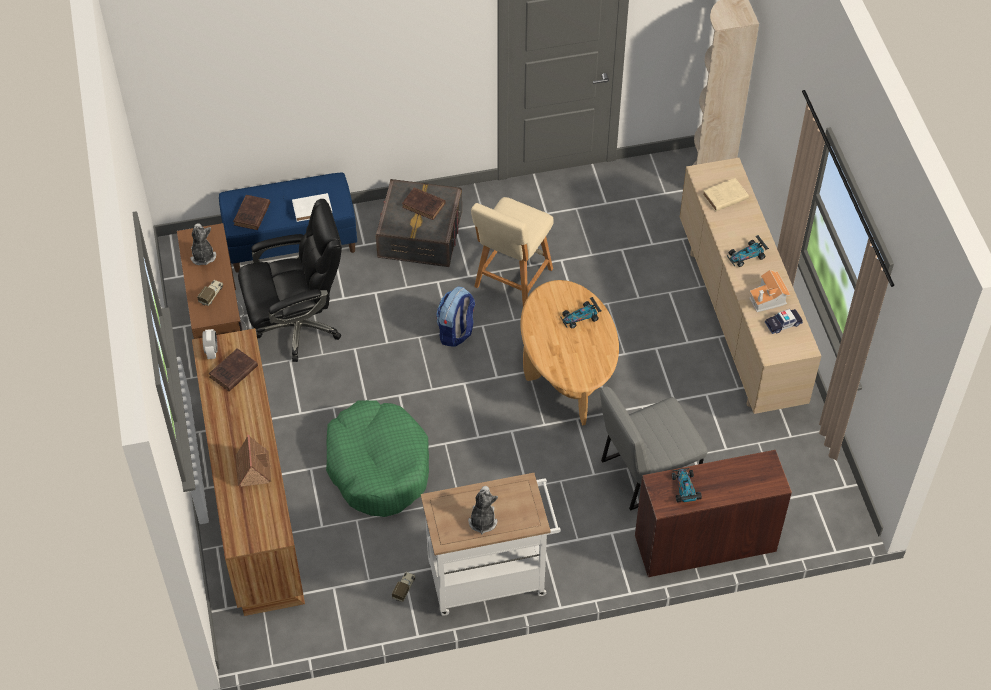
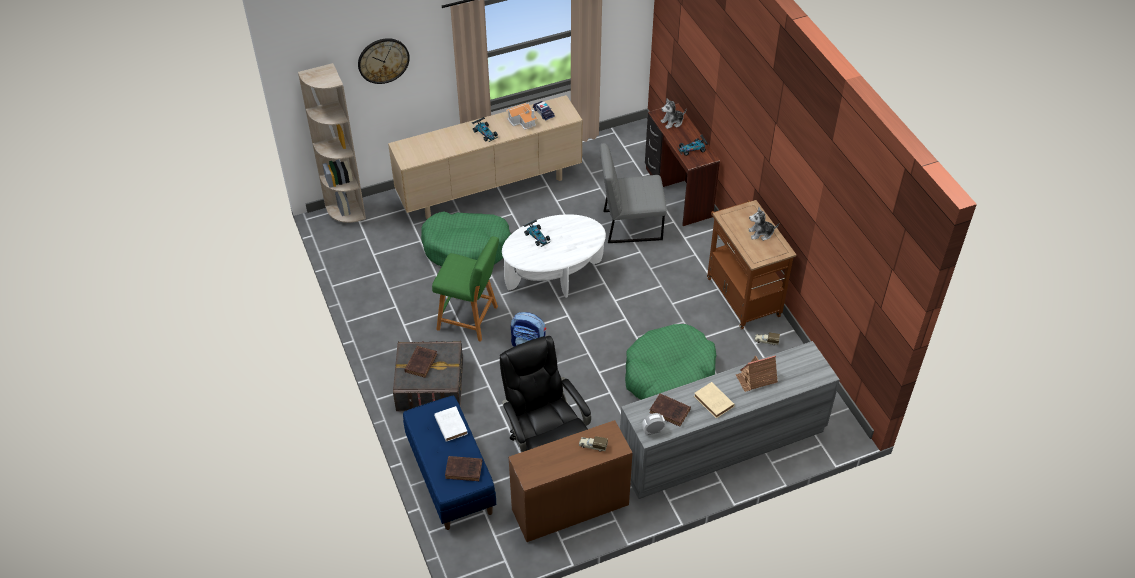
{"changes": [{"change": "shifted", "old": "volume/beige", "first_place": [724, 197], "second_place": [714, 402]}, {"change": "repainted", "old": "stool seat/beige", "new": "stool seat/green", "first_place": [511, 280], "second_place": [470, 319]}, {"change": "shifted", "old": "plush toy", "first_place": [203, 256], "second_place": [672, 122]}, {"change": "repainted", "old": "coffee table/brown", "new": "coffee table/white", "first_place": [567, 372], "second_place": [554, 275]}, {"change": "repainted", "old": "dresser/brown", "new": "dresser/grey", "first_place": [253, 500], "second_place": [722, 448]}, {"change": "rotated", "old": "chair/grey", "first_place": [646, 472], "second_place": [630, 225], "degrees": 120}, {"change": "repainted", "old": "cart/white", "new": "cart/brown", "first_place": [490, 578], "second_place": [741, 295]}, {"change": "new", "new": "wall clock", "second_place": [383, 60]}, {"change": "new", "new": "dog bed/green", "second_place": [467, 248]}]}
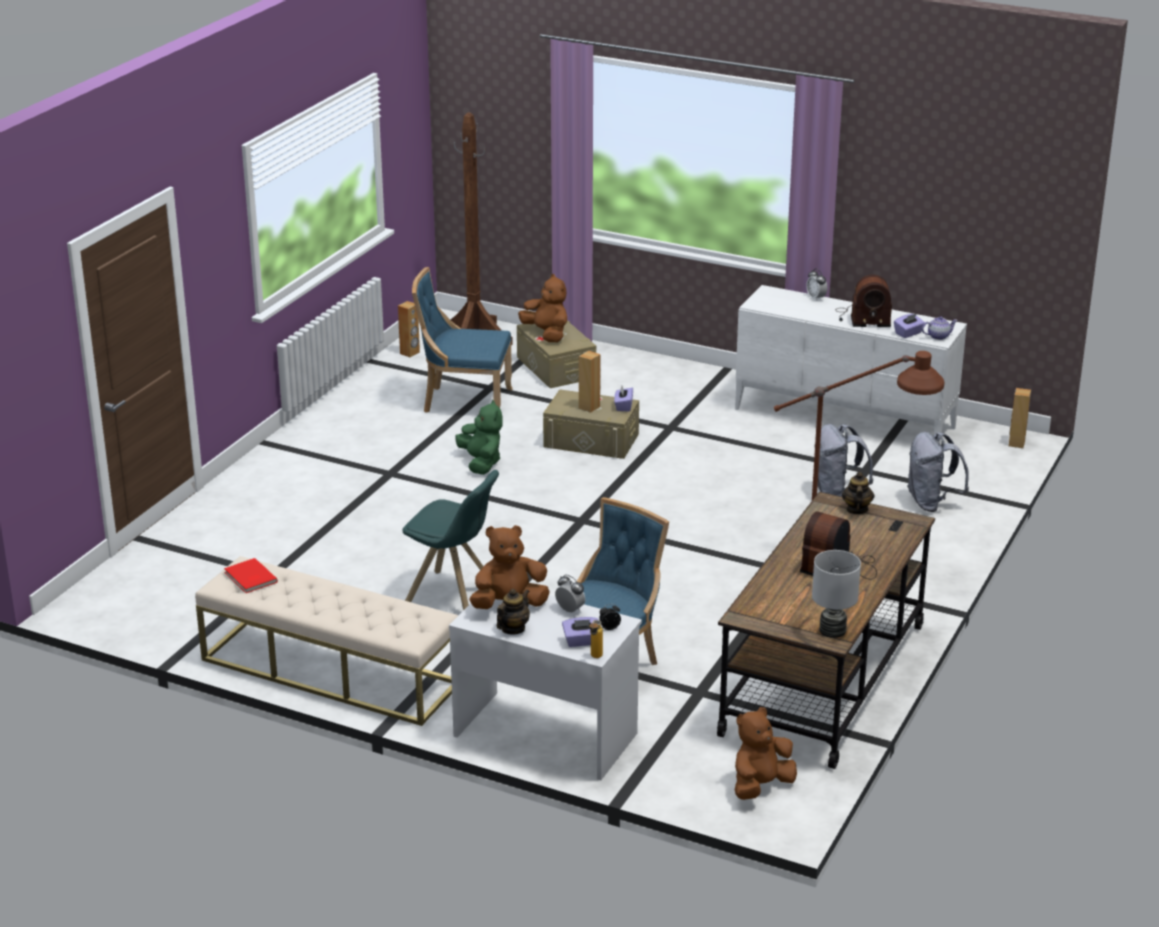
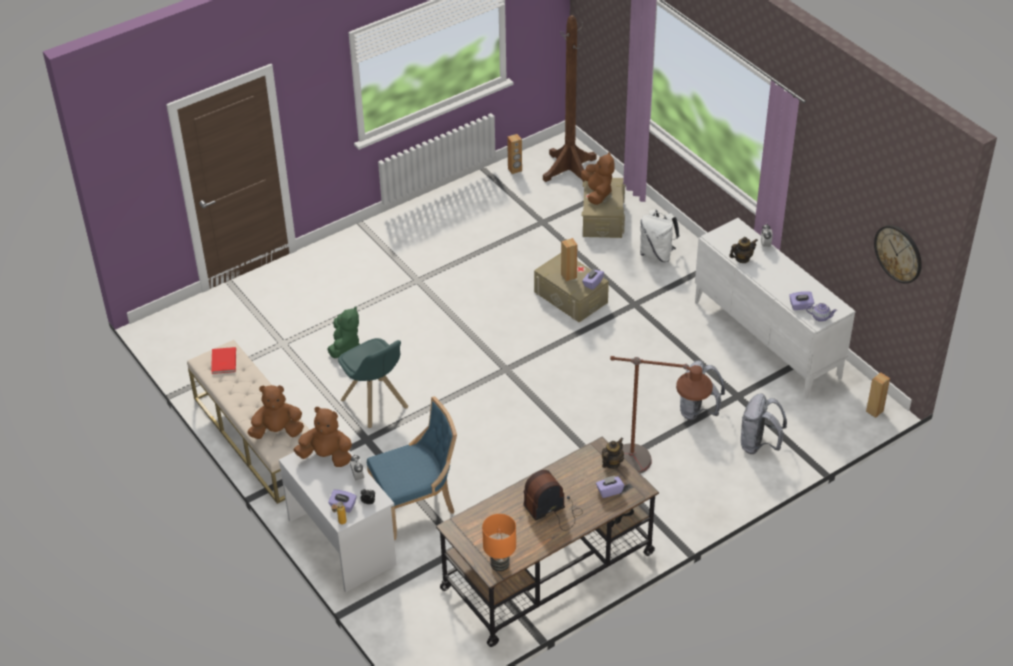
{"changes": [{"change": "gone", "old": "chair/blue", "first_place": [464, 402]}, {"change": "gone", "old": "radio set", "first_place": [862, 318]}, {"change": "shifted", "old": "plush toy/green", "first_place": [481, 463], "second_place": [344, 345]}, {"change": "repainted", "old": "tabletop lamp/grey", "new": "tabletop lamp/orangey", "first_place": [832, 630], "second_place": [499, 563]}, {"change": "shifted", "old": "pot for tea", "first_place": [513, 629], "second_place": [742, 259]}, {"change": "shifted", "old": "plush toy/brown", "first_place": [760, 786], "second_place": [277, 431]}, {"change": "new", "new": "rucksack/white", "second_place": [657, 254]}, {"change": "new", "new": "wall clock", "second_place": [898, 253]}, {"change": "new", "new": "tissue box/purple-coloured", "second_place": [609, 491]}]}
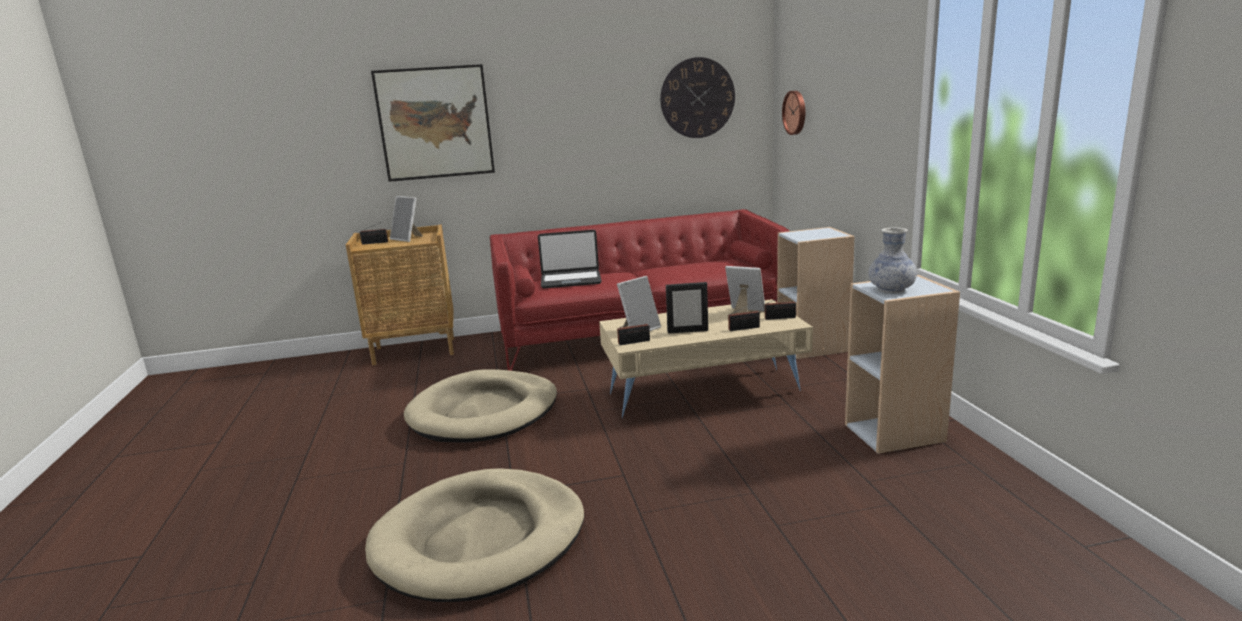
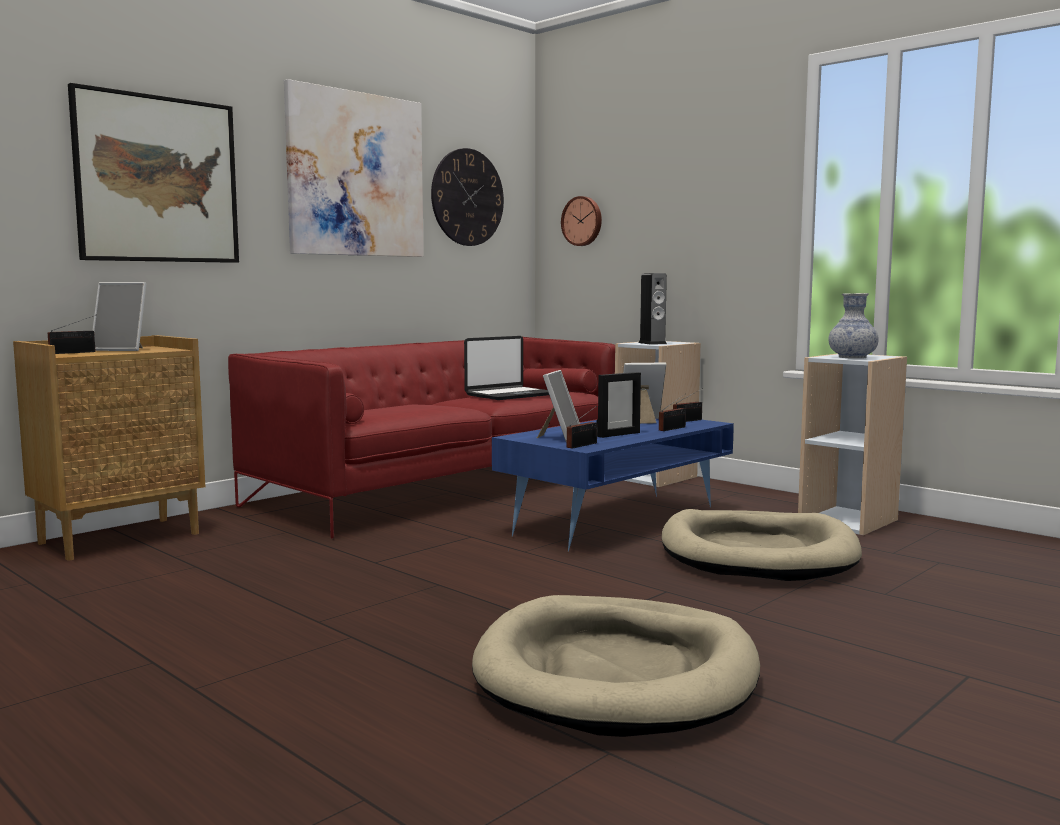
{"changes": [{"change": "shifted", "old": "notebook computer", "first_place": [571, 280], "second_place": [509, 395]}, {"change": "repainted", "old": "coffee table/beige", "new": "coffee table/blue", "first_place": [703, 392], "second_place": [616, 521]}, {"change": "shifted", "old": "dog bed/beige", "first_place": [484, 412], "second_place": [757, 553]}, {"change": "new", "new": "wall picture", "second_place": [356, 175]}, {"change": "new", "new": "speaker", "second_place": [652, 343]}]}
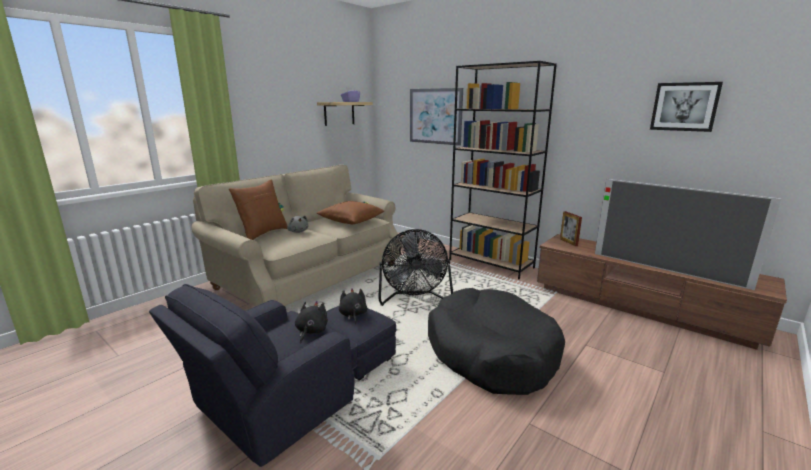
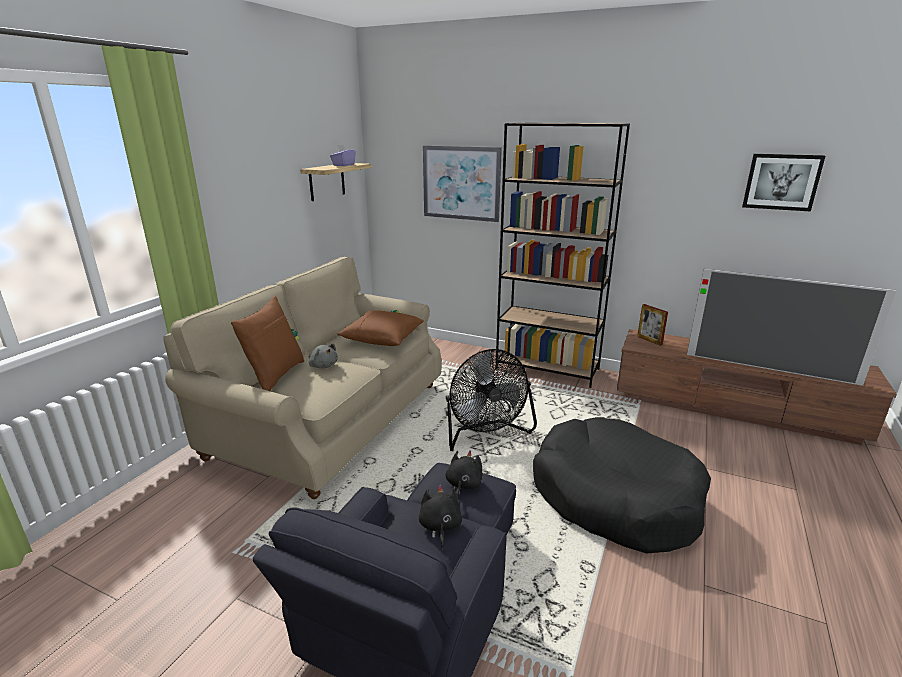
{"changes": [{"change": "rotated", "old": "plush toy/blackish", "first_place": [353, 315], "second_place": [463, 485], "degrees": 45}]}
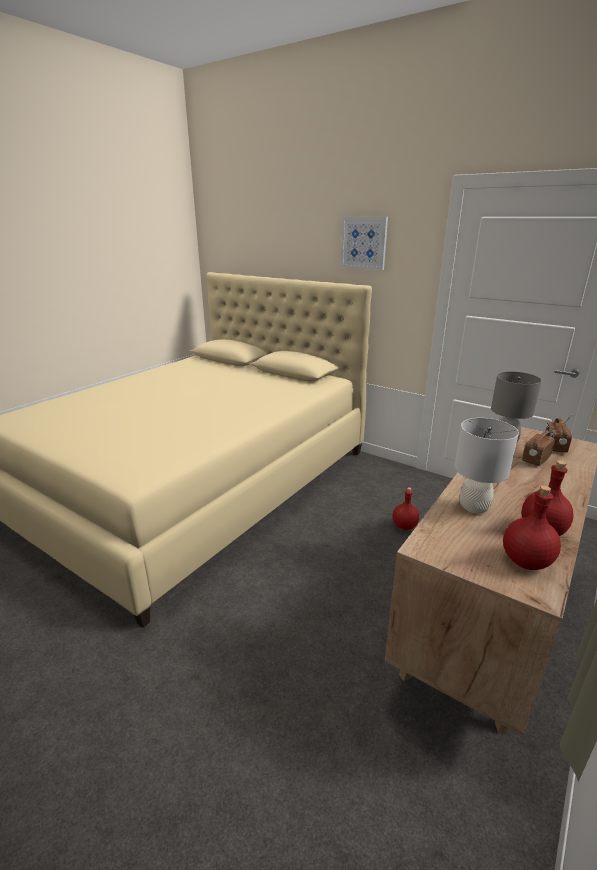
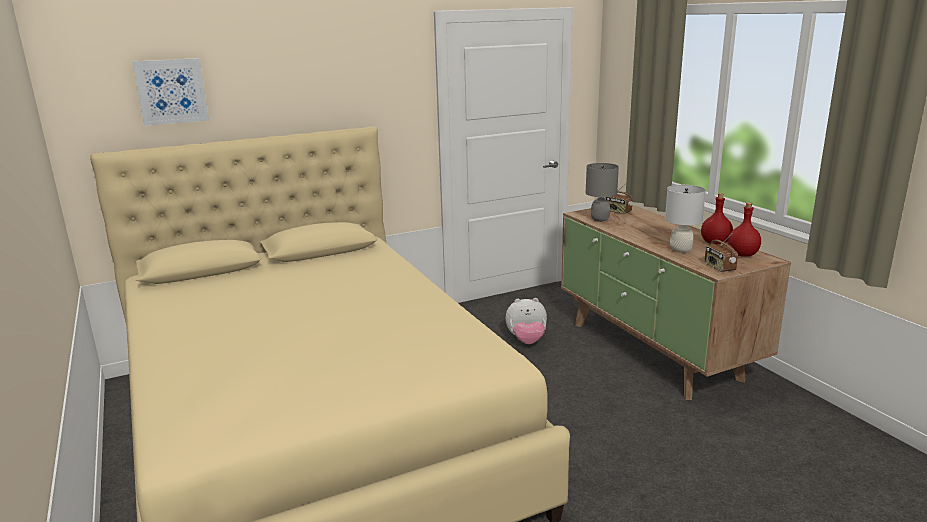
{"changes": [{"change": "shifted", "old": "wall picture", "first_place": [363, 243], "second_place": [171, 91]}, {"change": "shifted", "old": "radio set", "first_place": [535, 459], "second_place": [719, 267]}, {"change": "swapped", "old": "bottle/red-coloured", "new": "plush toy", "first_place": [405, 526], "second_place": [526, 341]}]}
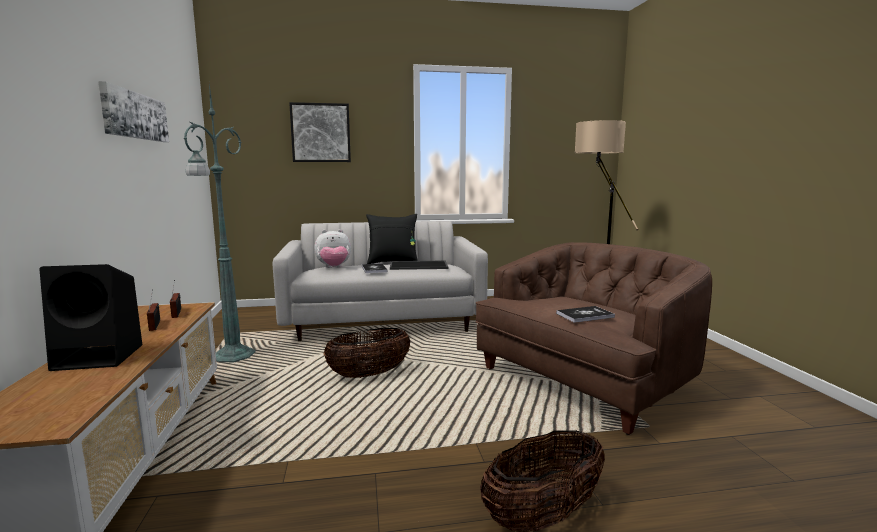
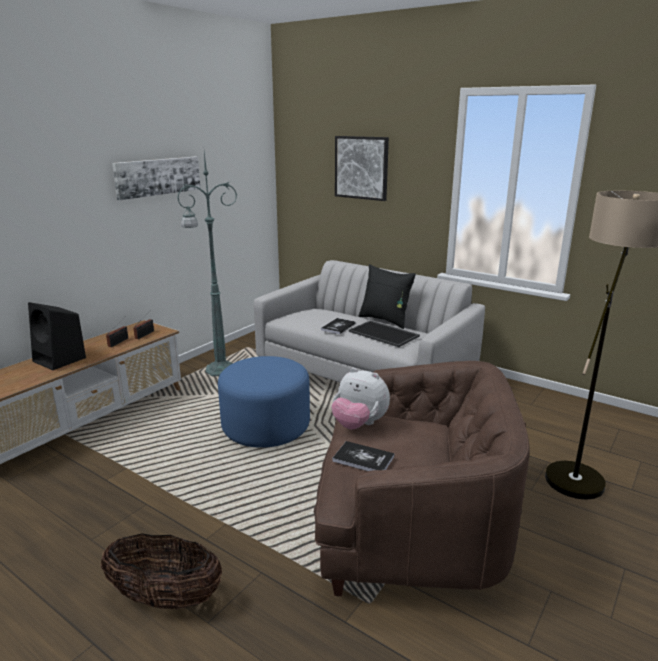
{"changes": [{"change": "shifted", "old": "plush toy", "first_place": [334, 268], "second_place": [359, 425]}, {"change": "swapped", "old": "household basket", "new": "ottoman/blue", "first_place": [369, 374], "second_place": [265, 427]}]}
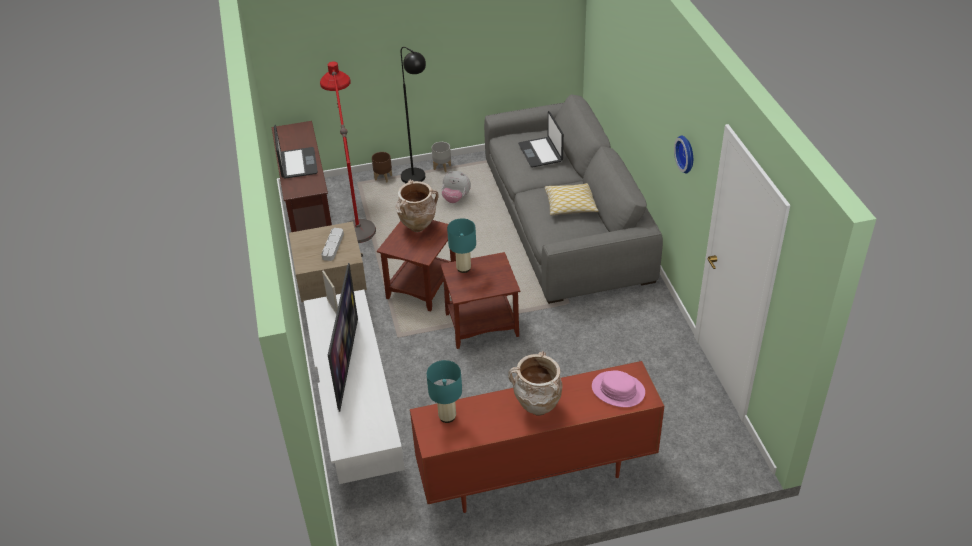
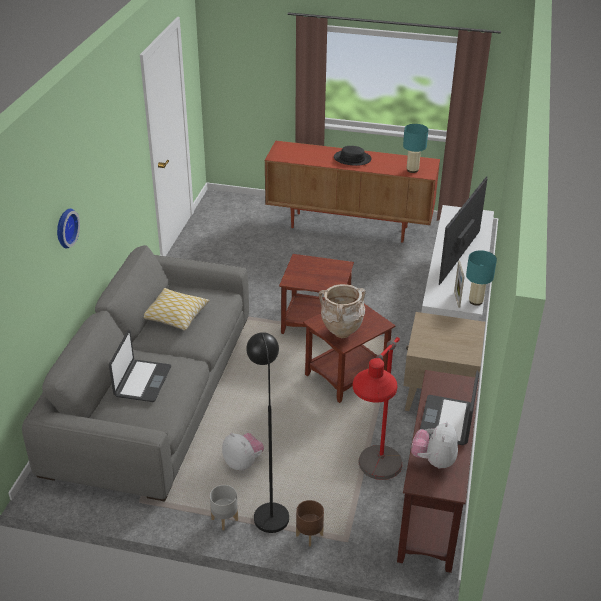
{"changes": [{"change": "shifted", "old": "wall clock", "first_place": [687, 153], "second_place": [64, 228]}, {"change": "shifted", "old": "tabletop lamp/blue-green", "first_place": [463, 268], "second_place": [476, 301]}, {"change": "gone", "old": "tray/grey", "first_place": [333, 246]}, {"change": "swapped", "old": "vase/beige", "new": "wearable hat/blackish", "first_place": [537, 408], "second_place": [352, 159]}, {"change": "gone", "old": "wearable hat/pink", "first_place": [618, 390]}, {"change": "new", "new": "plush toy", "second_place": [433, 460]}]}
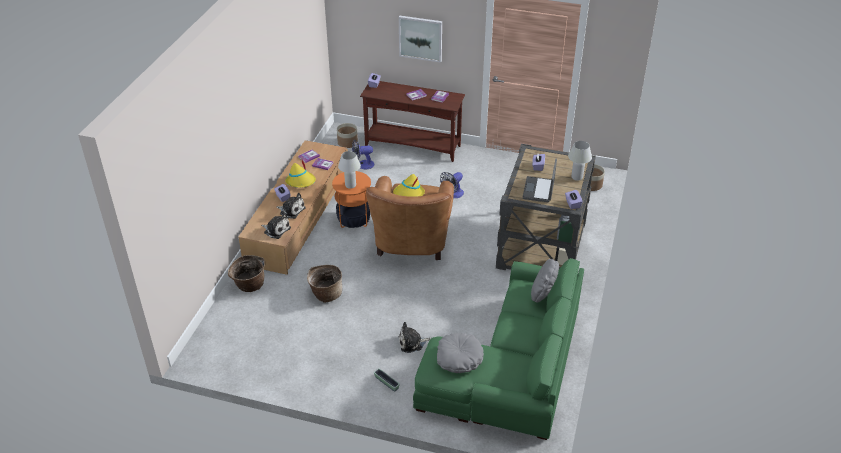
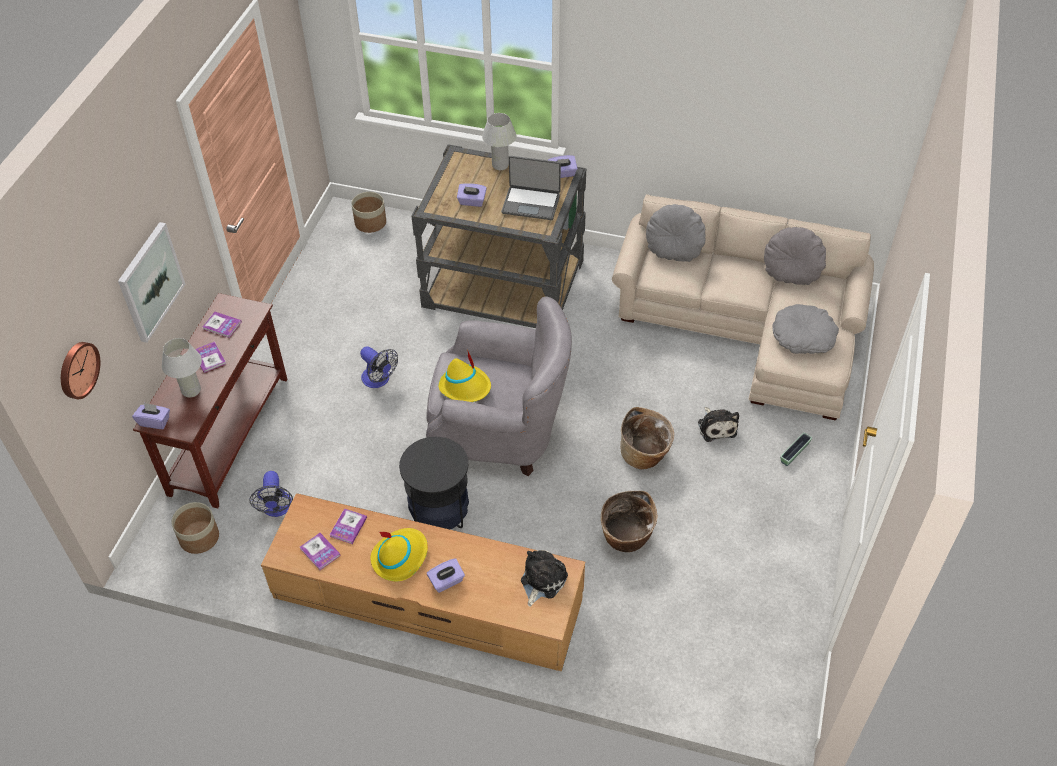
{"changes": [{"change": "shifted", "old": "tabletop lamp/white", "first_place": [350, 185], "second_place": [191, 390]}, {"change": "repainted", "old": "end table/orangey", "new": "end table/blackish", "first_place": [354, 220], "second_place": [439, 512]}, {"change": "repainted", "old": "easy chair/brown", "new": "easy chair/grey", "first_place": [412, 243], "second_place": [500, 431]}, {"change": "gone", "old": "plush toy", "first_place": [291, 210]}, {"change": "shifted", "old": "household basket", "first_place": [249, 285], "second_place": [645, 455]}, {"change": "repainted", "old": "couch/green", "new": "couch/beige", "first_place": [511, 370], "second_place": [749, 325]}, {"change": "new", "new": "pillow/grey", "second_place": [790, 276]}, {"change": "new", "new": "wall clock", "second_place": [77, 369]}]}
